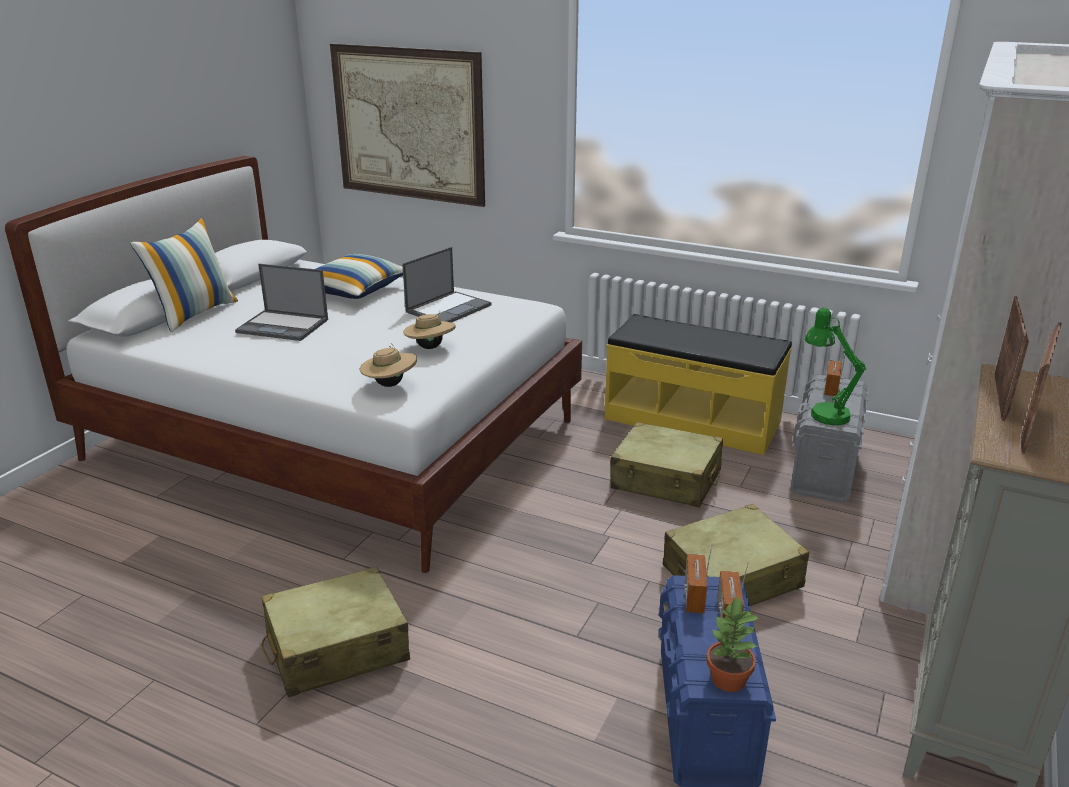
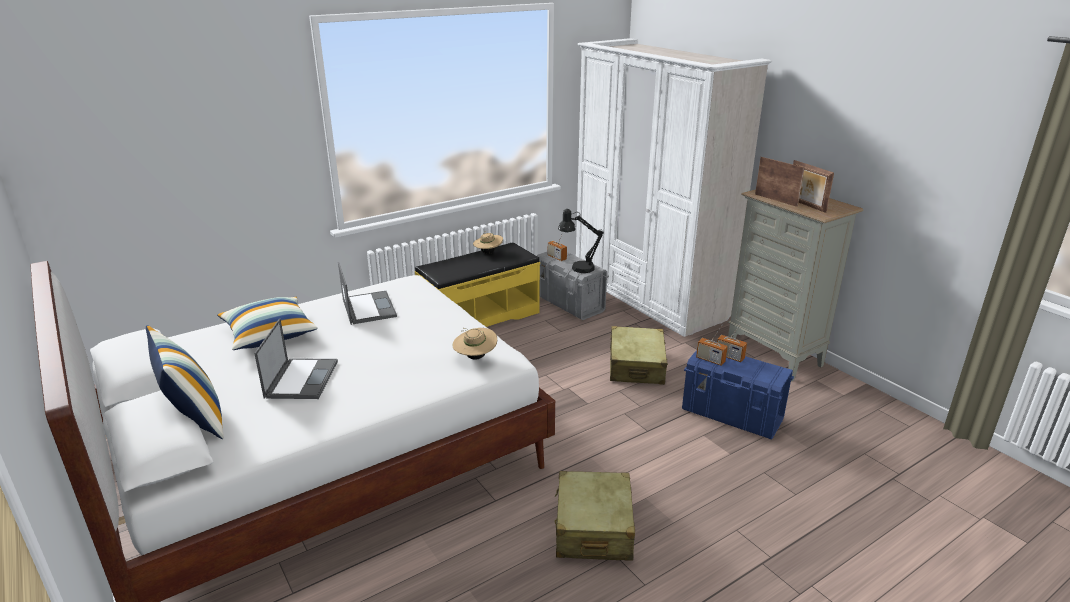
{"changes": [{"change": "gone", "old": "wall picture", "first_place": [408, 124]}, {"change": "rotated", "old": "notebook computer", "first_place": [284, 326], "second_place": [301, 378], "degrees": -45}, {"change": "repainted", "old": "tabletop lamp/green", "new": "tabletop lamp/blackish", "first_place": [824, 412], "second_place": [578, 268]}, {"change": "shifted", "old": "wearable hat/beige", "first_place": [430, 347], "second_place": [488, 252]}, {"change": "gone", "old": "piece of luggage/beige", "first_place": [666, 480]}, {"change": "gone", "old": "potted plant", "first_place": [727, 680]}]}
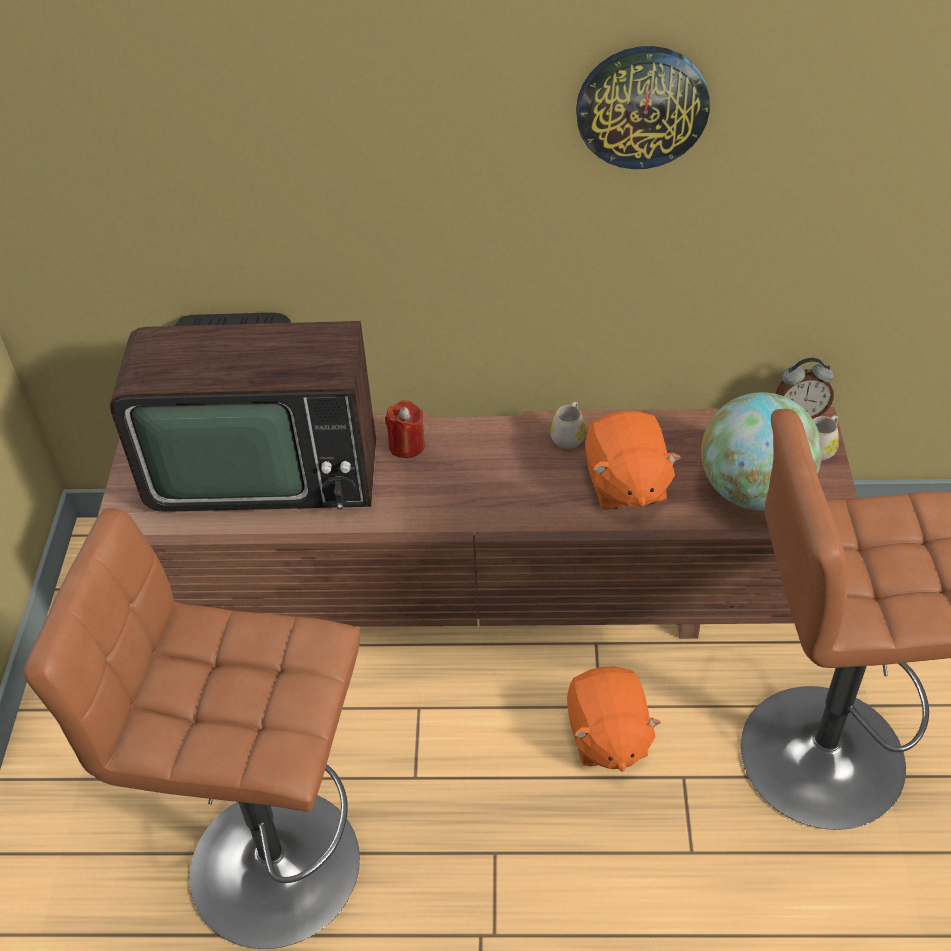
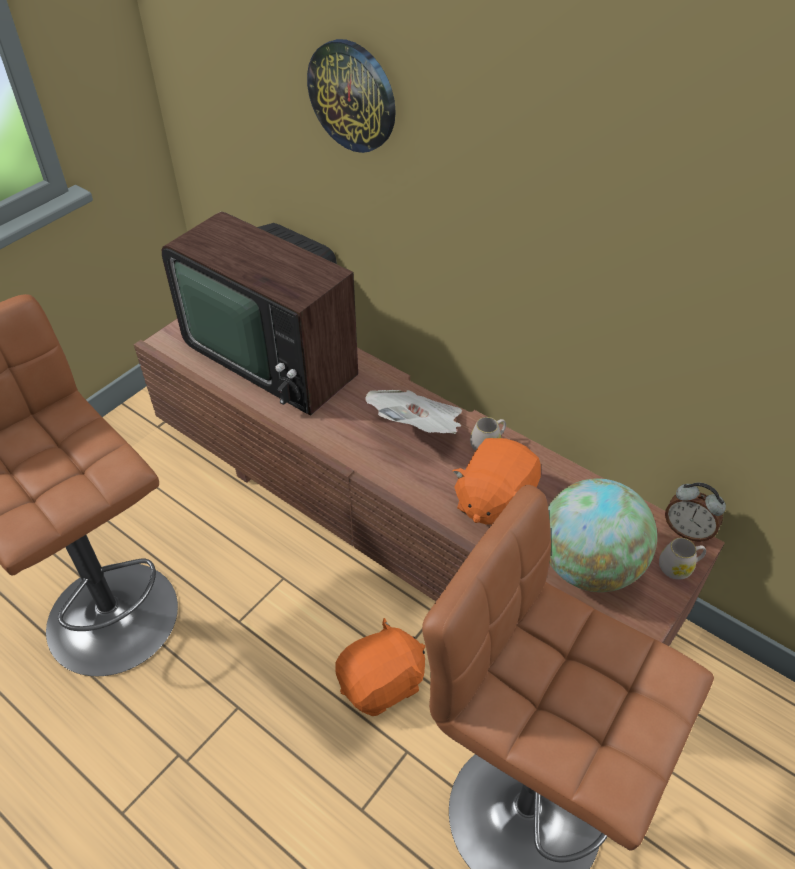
{"changes": [{"change": "shifted", "old": "wall clock", "first_place": [642, 107], "second_place": [353, 96]}, {"change": "gone", "old": "candle/red-coloured", "first_place": [407, 445]}, {"change": "rotated", "old": "plush toy/orangey", "first_place": [607, 736], "second_place": [382, 683], "degrees": -150}, {"change": "new", "new": "printed paper", "second_place": [418, 428]}]}
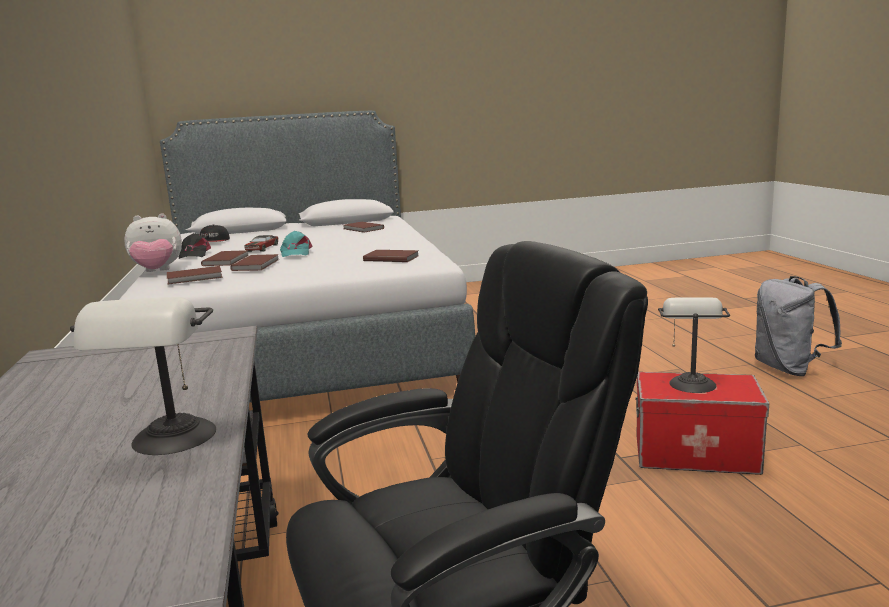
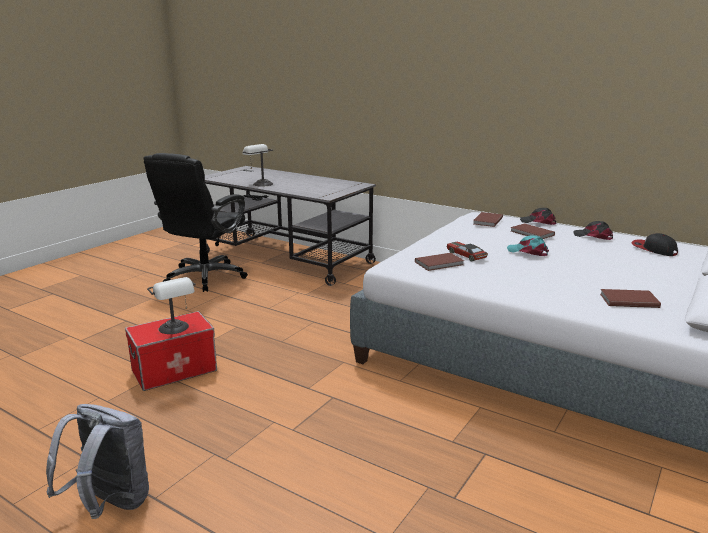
{"changes": [{"change": "swapped", "old": "plush toy", "new": "cap/blackish", "first_place": [157, 271], "second_place": [538, 222]}, {"change": "shifted", "old": "miniature car", "first_place": [262, 248], "second_place": [466, 255]}, {"change": "gone", "old": "volume/brown", "first_place": [257, 265]}]}
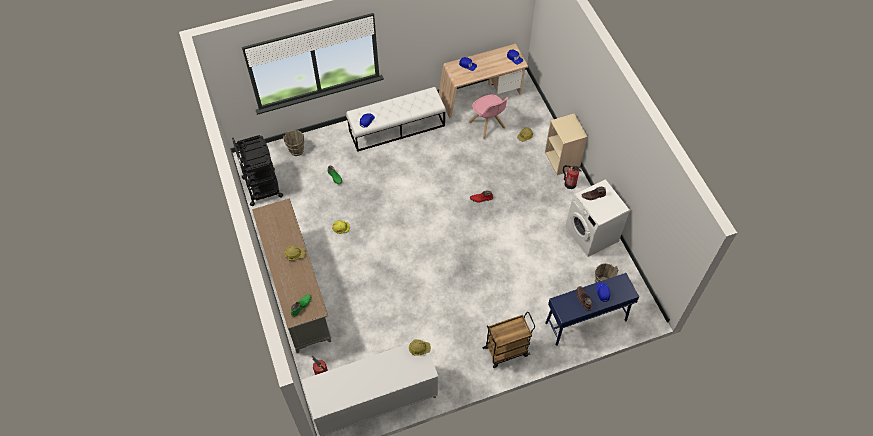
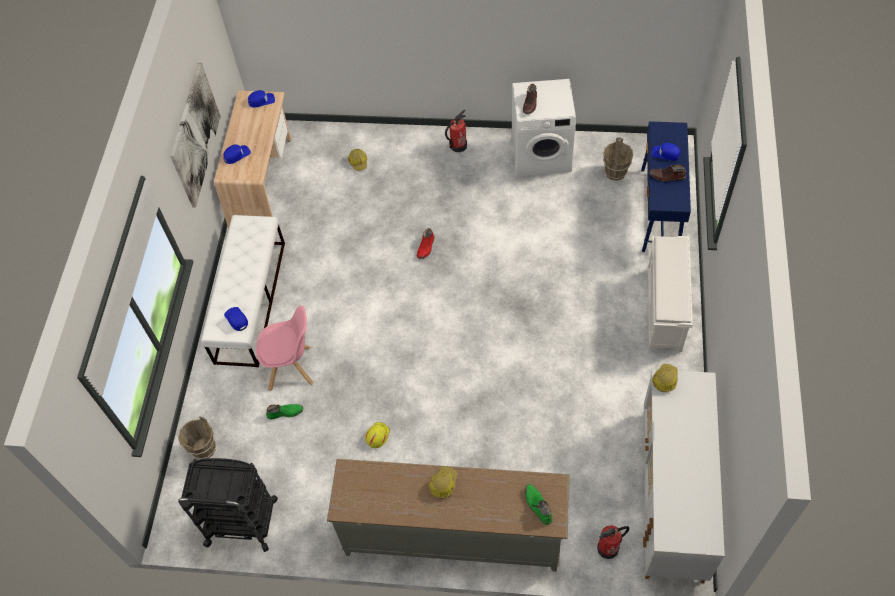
{"changes": [{"change": "shifted", "old": "chair/pink", "first_place": [488, 126], "second_place": [292, 368]}, {"change": "gone", "old": "shelving unit/beige", "first_place": [562, 160]}, {"change": "swapped", "old": "cart/brown", "new": "shoe stand/white", "first_place": [505, 352], "second_place": [664, 310]}, {"change": "new", "new": "wall picture", "second_place": [195, 135]}]}
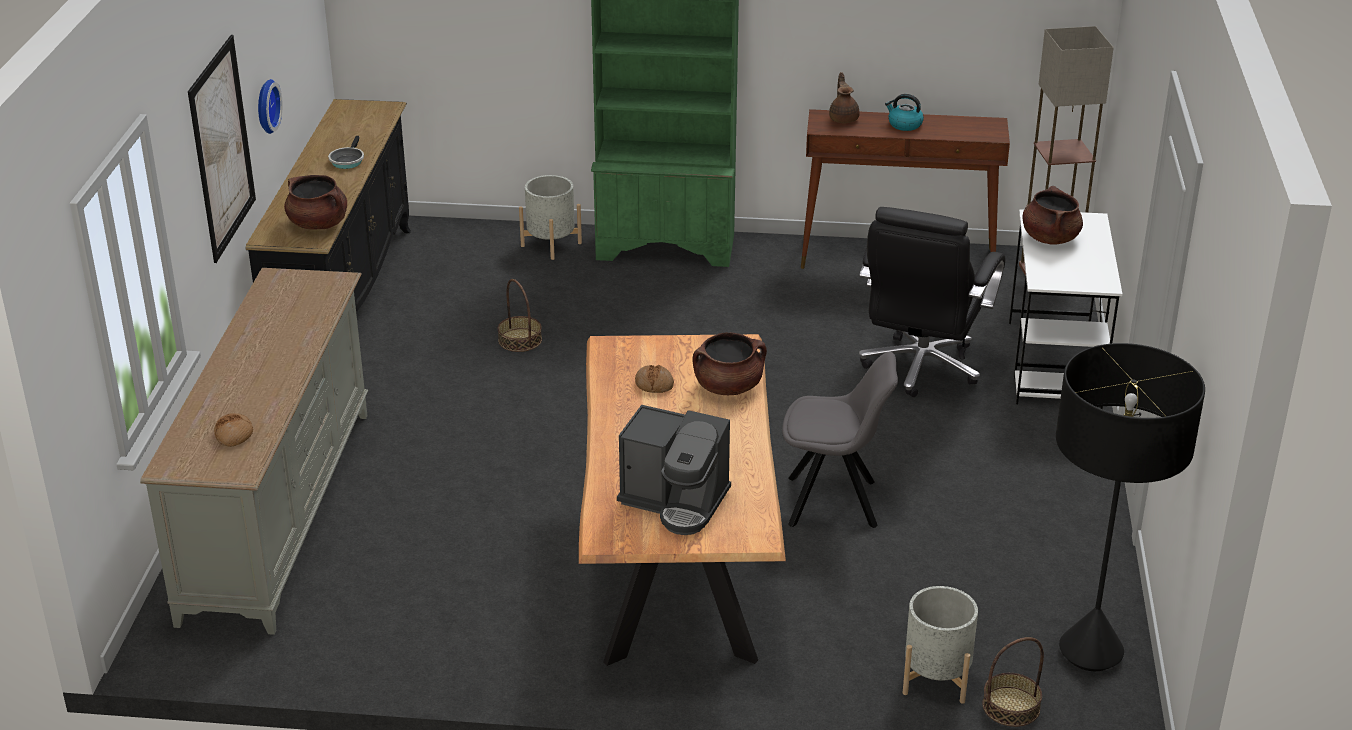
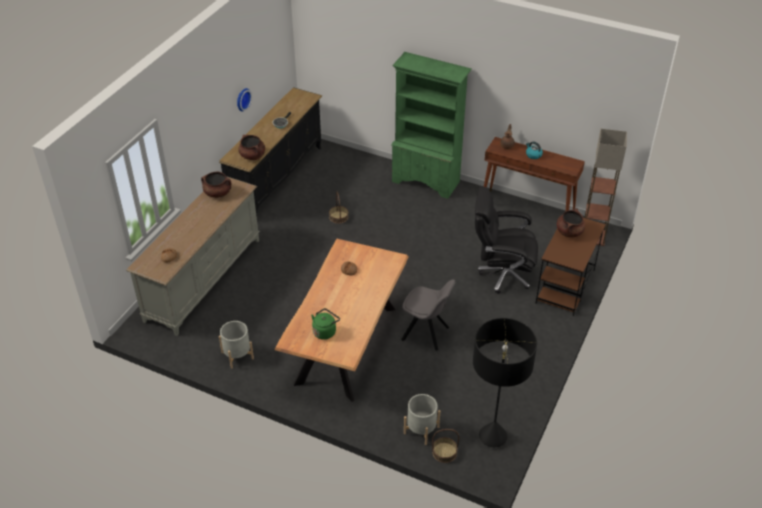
{"changes": [{"change": "gone", "old": "wall picture", "first_place": [222, 148]}, {"change": "shifted", "old": "flower pot/grey", "first_place": [551, 244], "second_place": [237, 355]}, {"change": "rotated", "old": "office chair/blackish", "first_place": [919, 371], "second_place": [502, 275], "degrees": 60}, {"change": "repainted", "old": "desk unit/white", "new": "desk unit/brown", "first_place": [1054, 364], "second_place": [565, 287]}, {"change": "shifted", "old": "stockpot/brown", "first_place": [728, 387], "second_place": [218, 193]}, {"change": "swapped", "old": "coffee maker", "new": "kettle/green", "first_place": [675, 502], "second_place": [325, 331]}]}
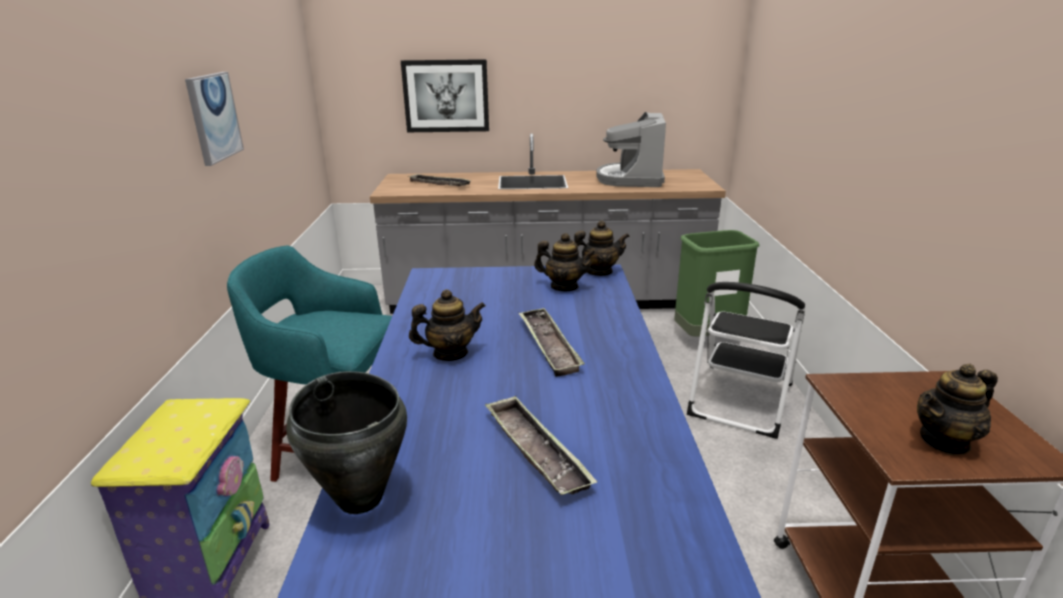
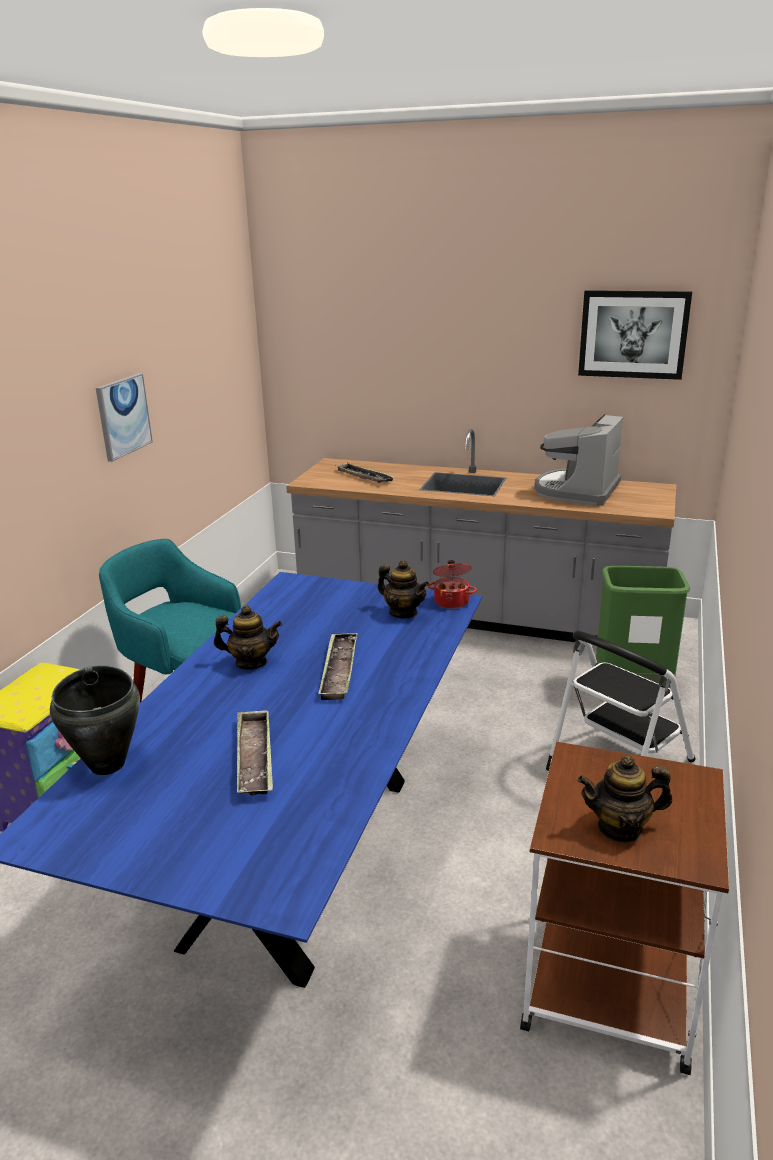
{"changes": [{"change": "shifted", "old": "wall picture", "first_place": [446, 96], "second_place": [633, 334]}, {"change": "swapped", "old": "pot for tea", "new": "stockpot", "first_place": [599, 272], "second_place": [451, 601]}]}
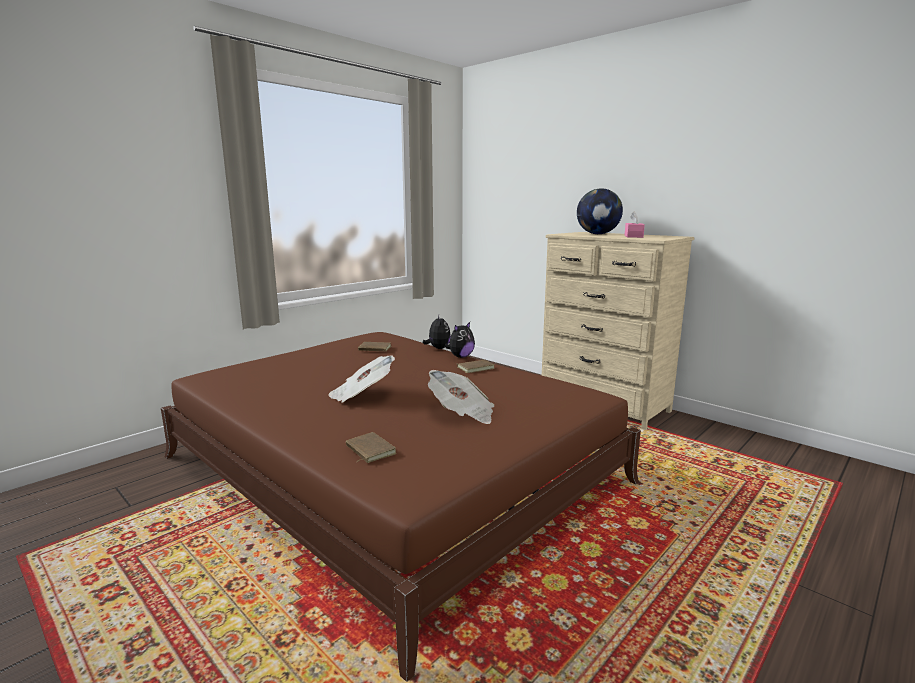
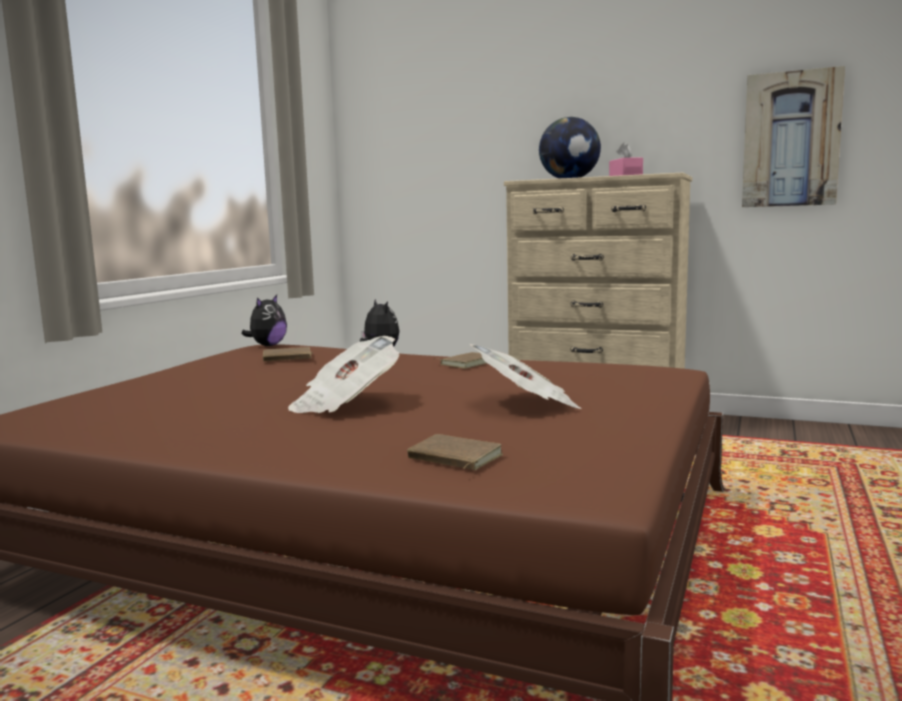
{"changes": [{"change": "shifted", "old": "plush toy", "first_place": [460, 356], "second_place": [267, 345]}, {"change": "new", "new": "wall picture", "second_place": [791, 140]}]}
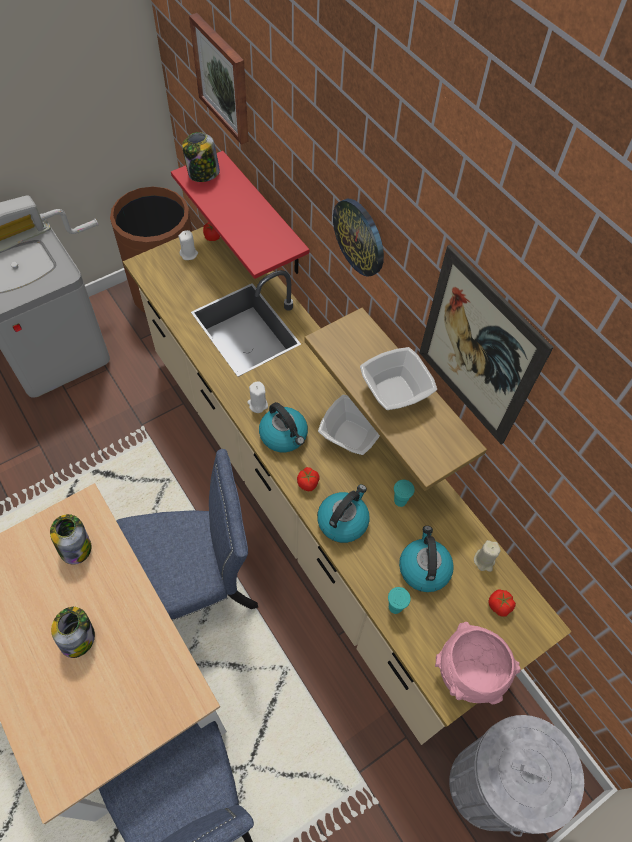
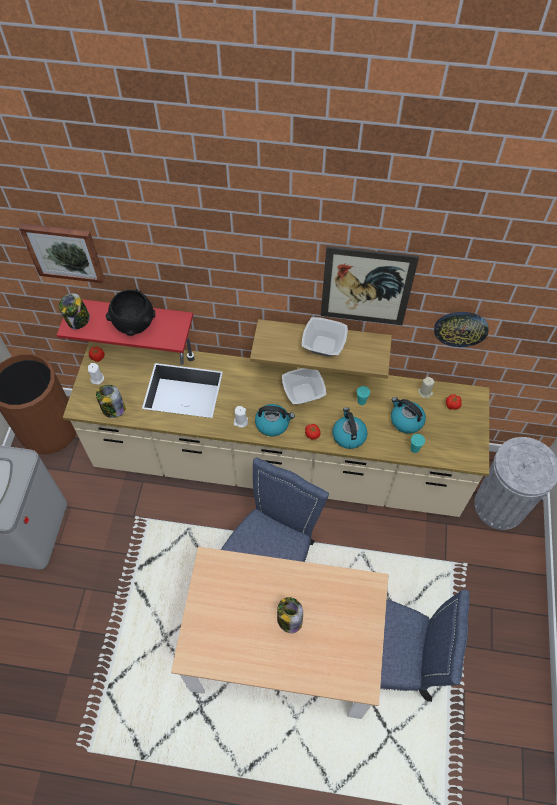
{"changes": [{"change": "shifted", "old": "wall clock", "first_place": [360, 237], "second_place": [461, 328]}, {"change": "shifted", "old": "storage jar", "first_place": [75, 547], "second_place": [113, 409]}, {"change": "gone", "old": "deep dish/pink", "first_place": [468, 672]}, {"change": "new", "new": "deep dish/blackish", "second_place": [134, 324]}]}
